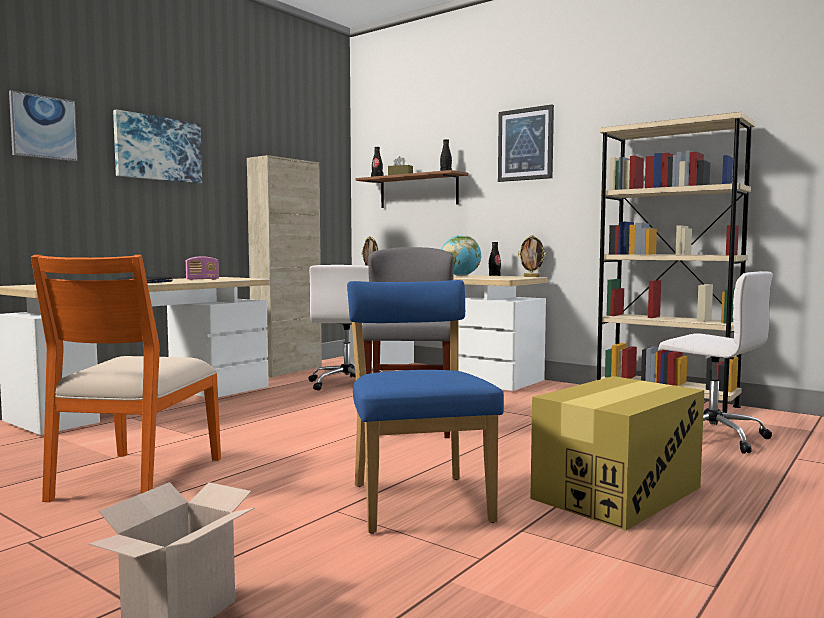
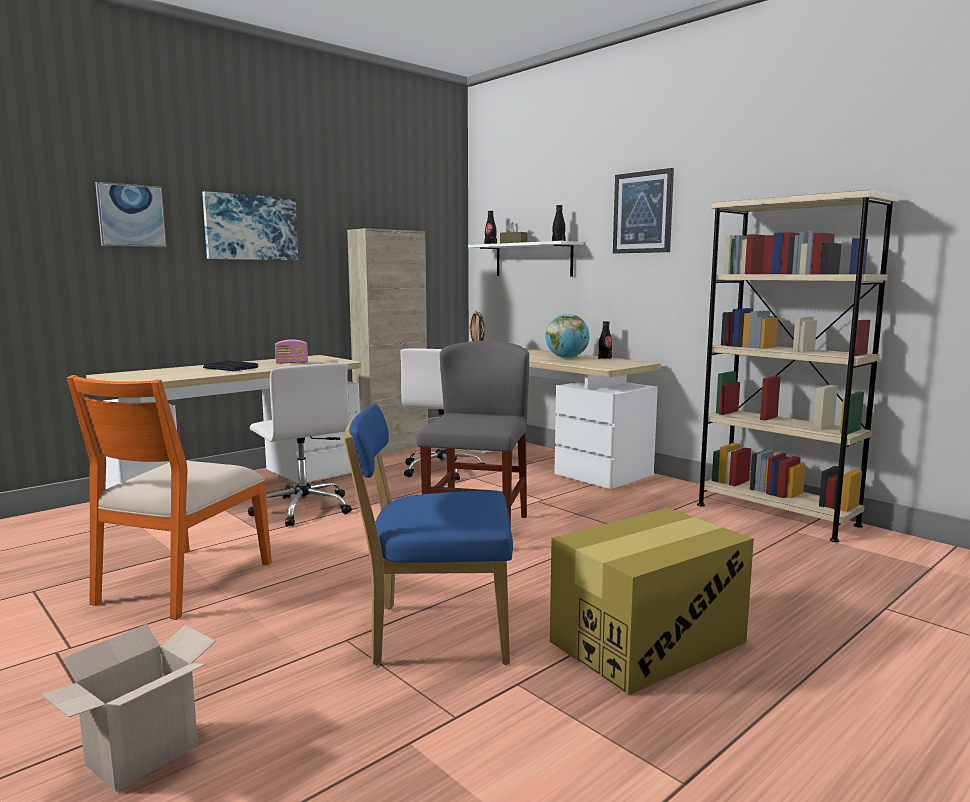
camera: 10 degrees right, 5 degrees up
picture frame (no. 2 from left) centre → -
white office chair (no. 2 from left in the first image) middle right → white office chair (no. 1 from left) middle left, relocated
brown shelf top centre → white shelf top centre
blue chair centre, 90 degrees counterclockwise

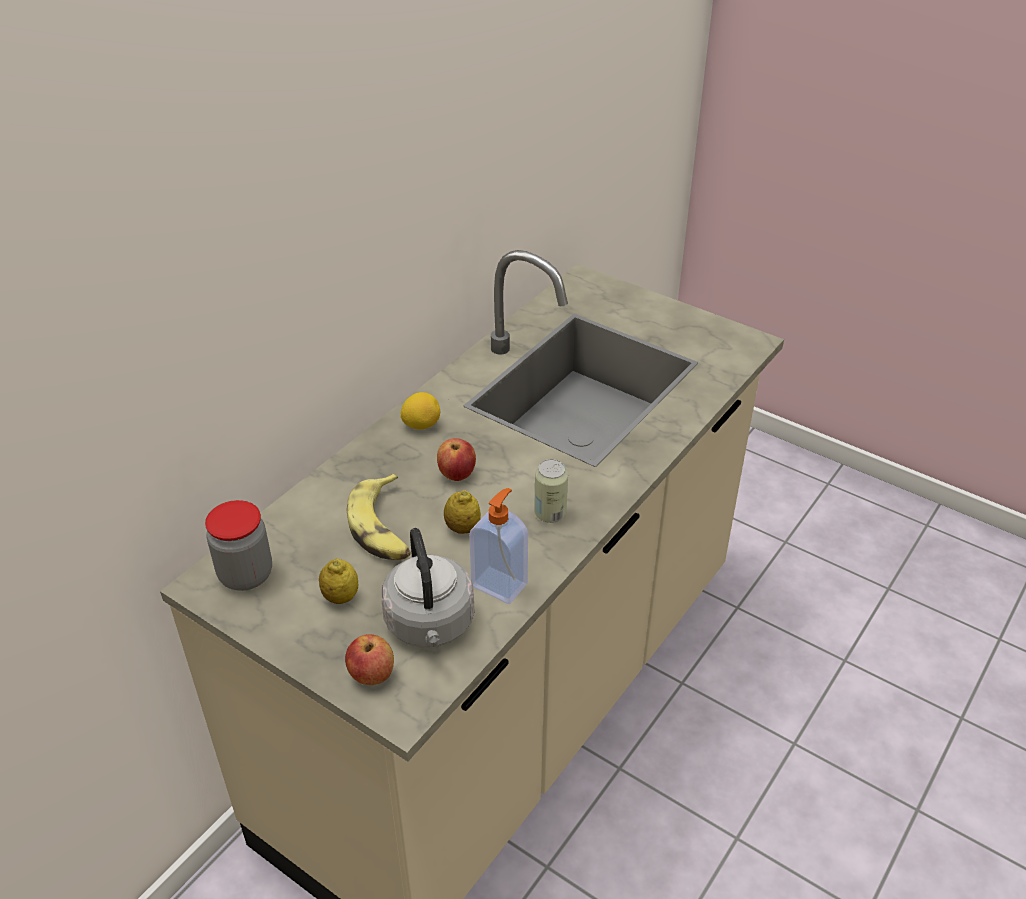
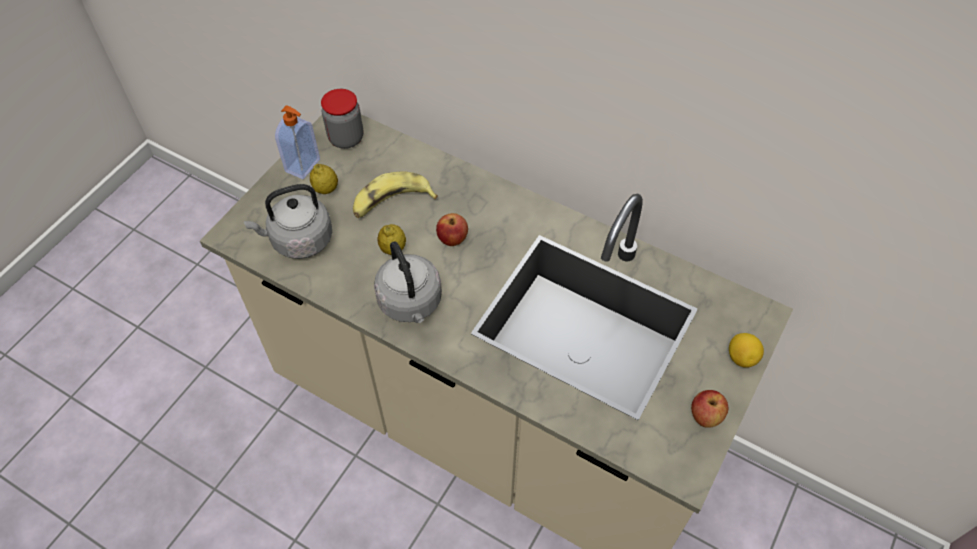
camera: 85 degrees right, 15 degrees up
apple (no. 1 from left in the first image) bottom centre → apple (no. 2 from left) bottom right, relocated
lemon (no. 2 from left in the first image) centre → lemon (no. 3 from left) middle right, relocated
soap dispenser centre → soap dispenser top left, relocated
can centre → grey kettle (no. 2 from left) centre

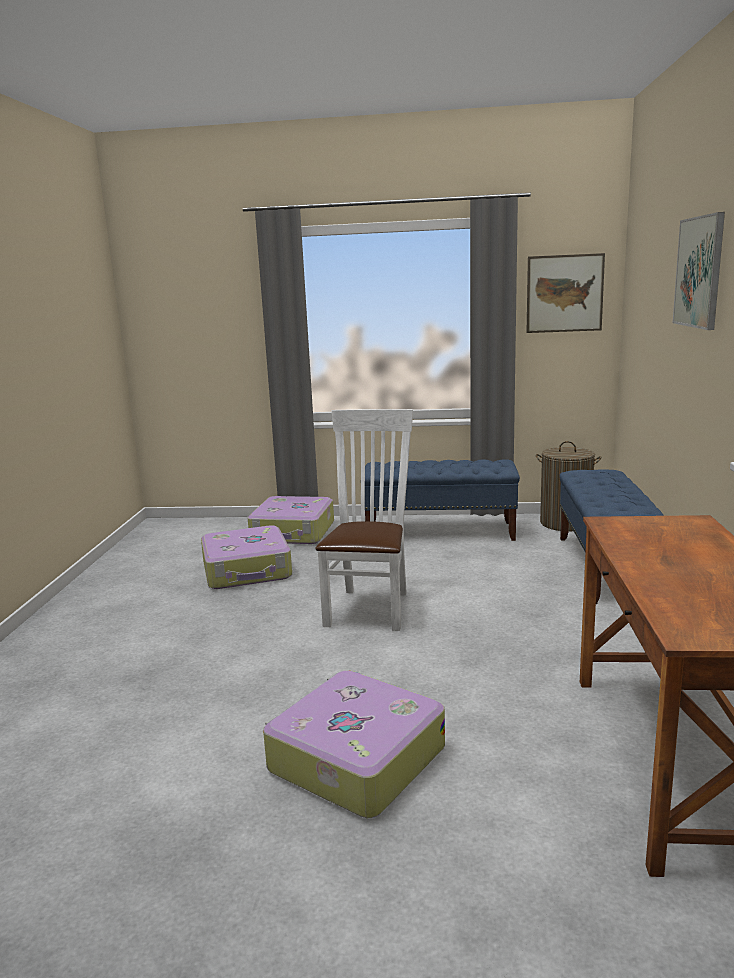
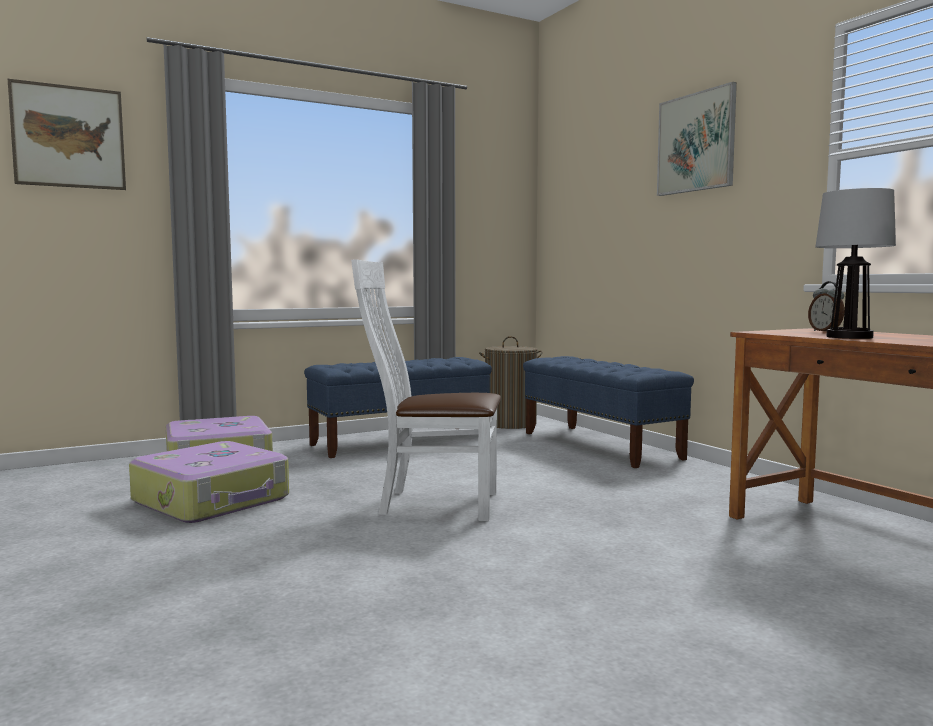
camera: 35 degrees left, 10 degrees down
suitcase (no. 3 from left) bottom centre → -
- → alarm clock middle right
- → table lamp middle right
picture (no. 1 from left) top right → picture (no. 1 from left) top left, relocated
white chair centre, 60 degrees counterclockwise

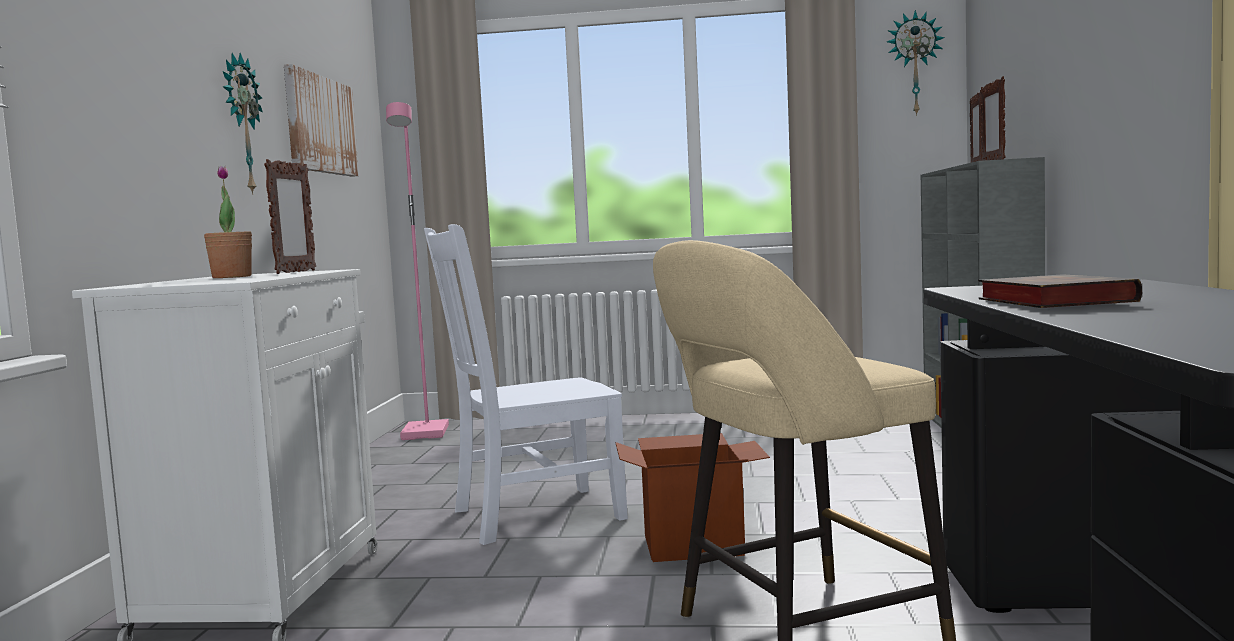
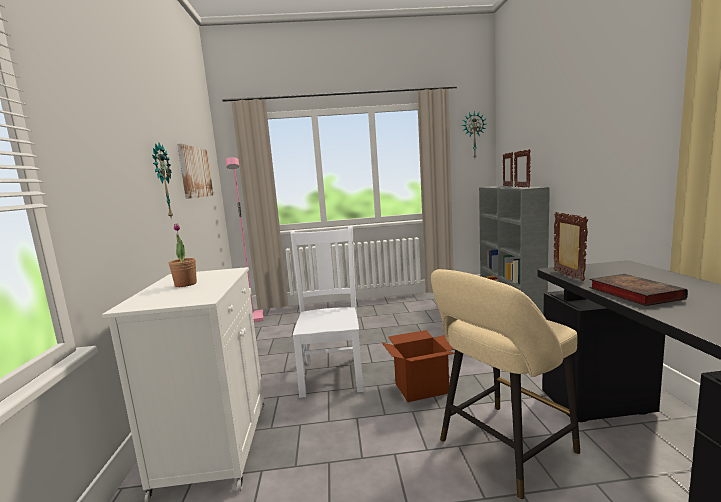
camera: 10 degrees left, 5 degrees up
picture frame (no. 1 from left in the first image) middle left → picture frame (no. 3 from left) middle right, relocated
white chair centre, 120 degrees clockwise

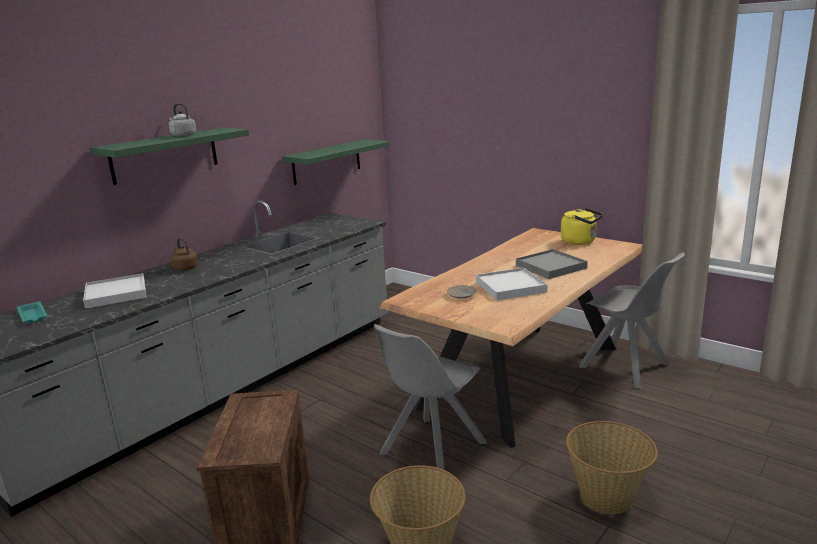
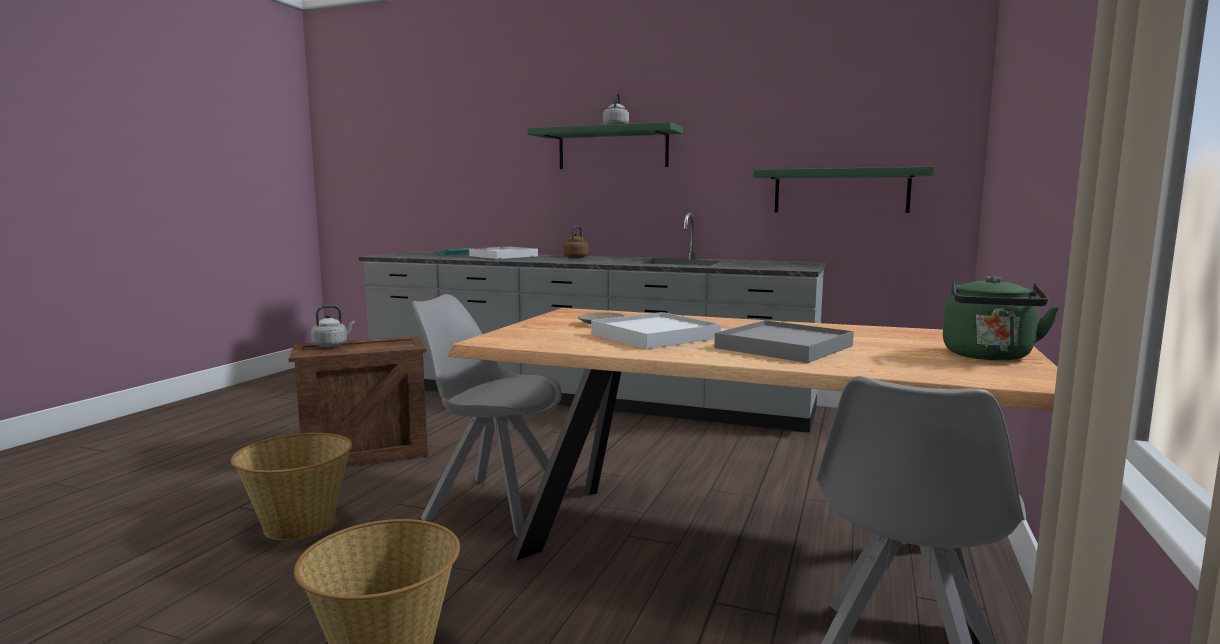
camera: 70 degrees right, 10 degrees down
- → grey kettle (no. 1 from left) middle left
yellow kettle middle right → green kettle middle right

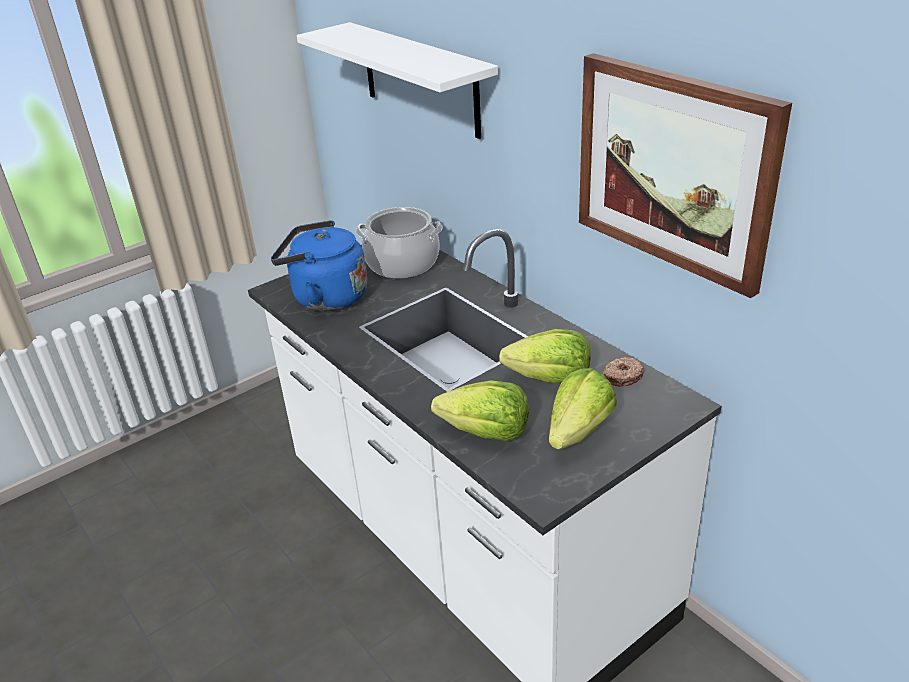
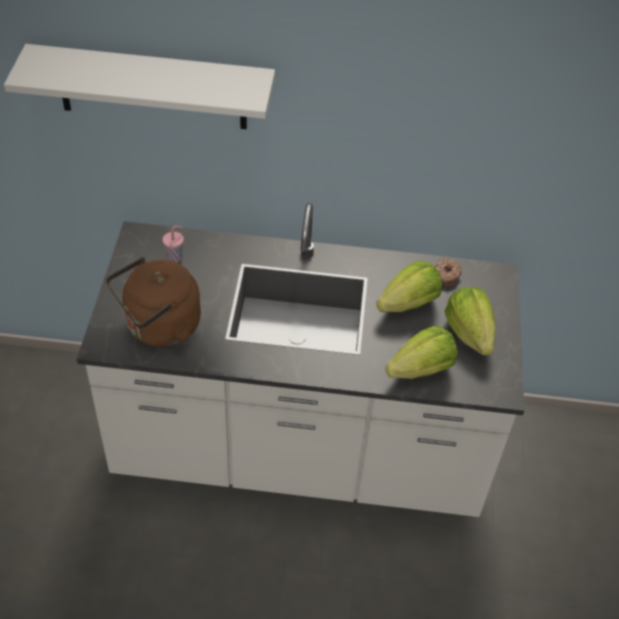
camera: 50 degrees left, 15 degrees up
picture top right → -
cooking pot centre → pink cup middle left
blue kettle centre → brown kettle middle left

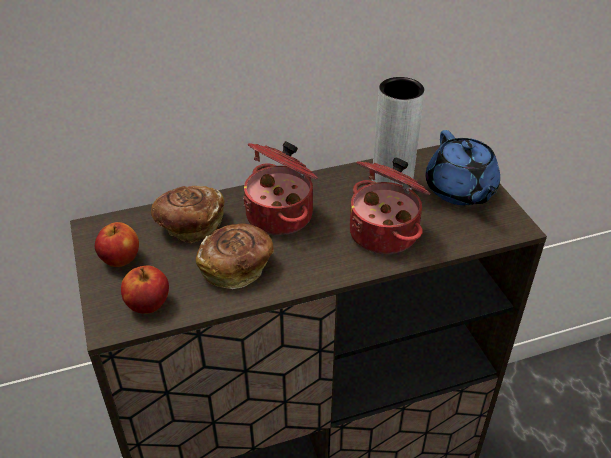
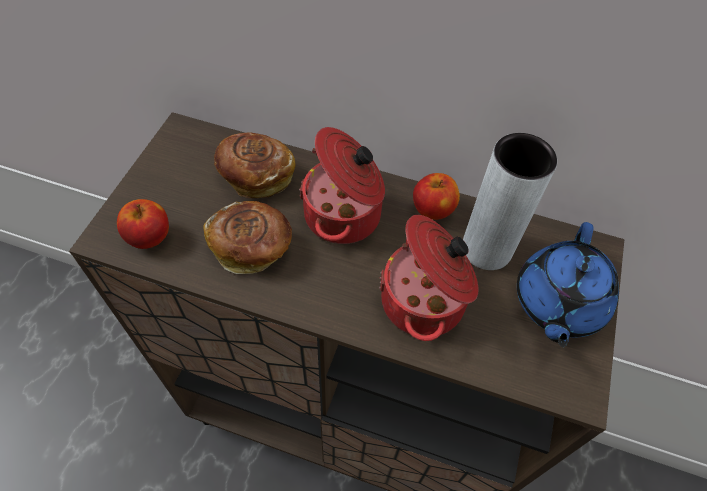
camera: 35 degrees right, 15 degrees up
apple (no. 1 from left in the first image) middle left → apple (no. 2 from left) centre, relocated

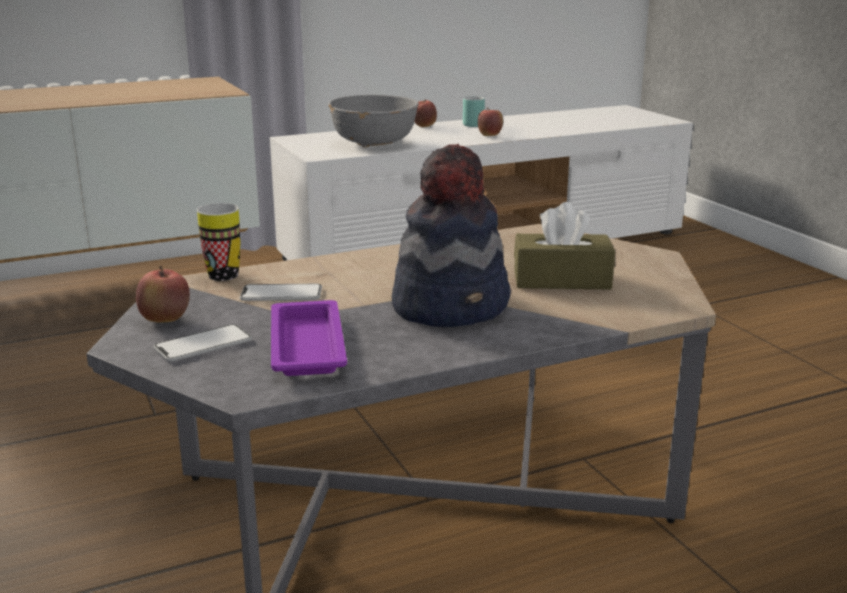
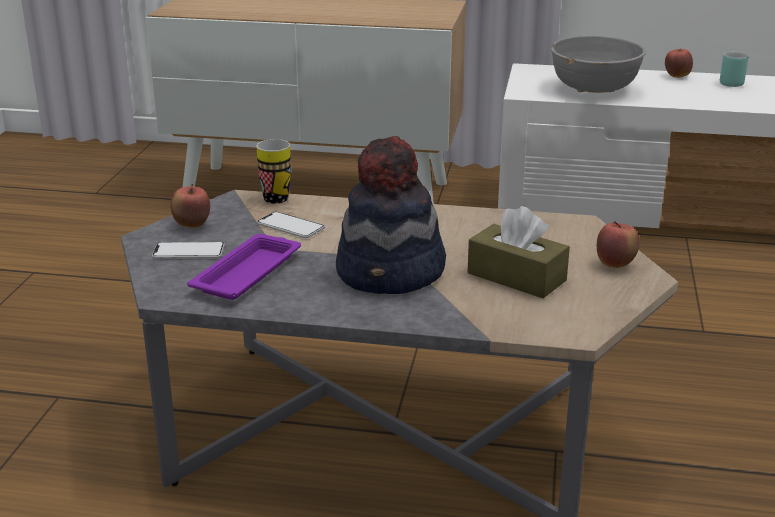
camera: 35 degrees right, 5 degrees up
apple (no. 3 from left in the first image) top centre → apple (no. 2 from left) middle right, relocated

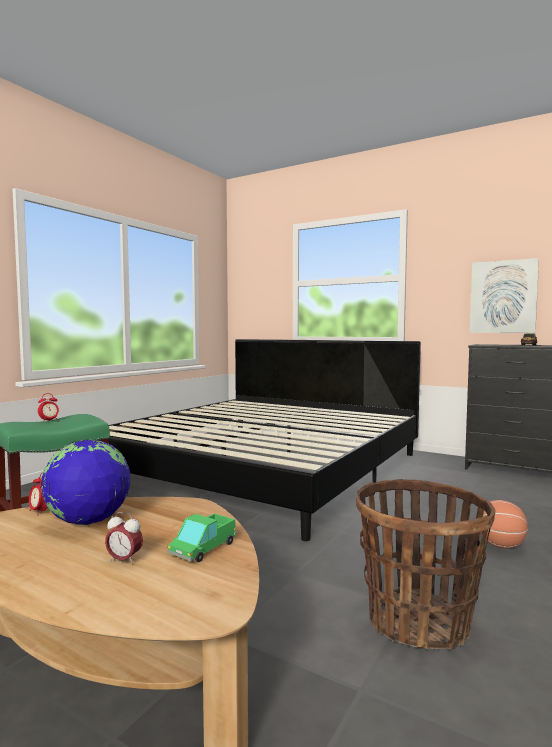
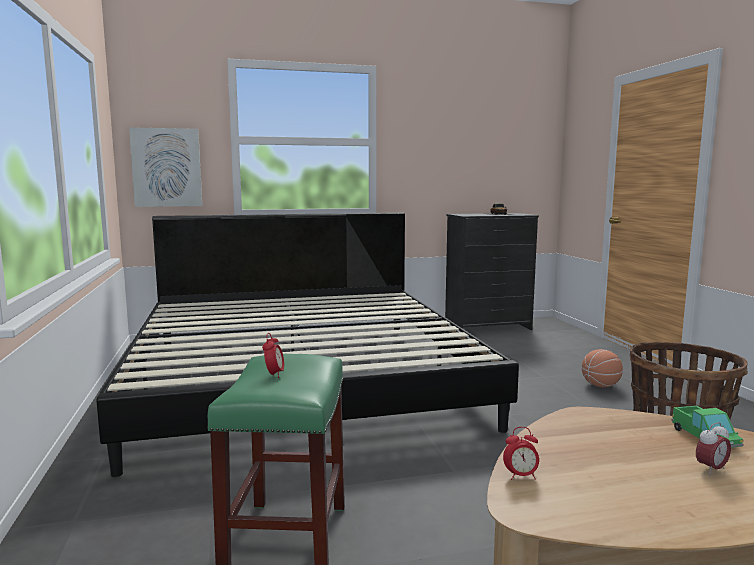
camera: 45 degrees left, 5 degrees up
globe middle left → -
picture middle right → picture top left, relocated

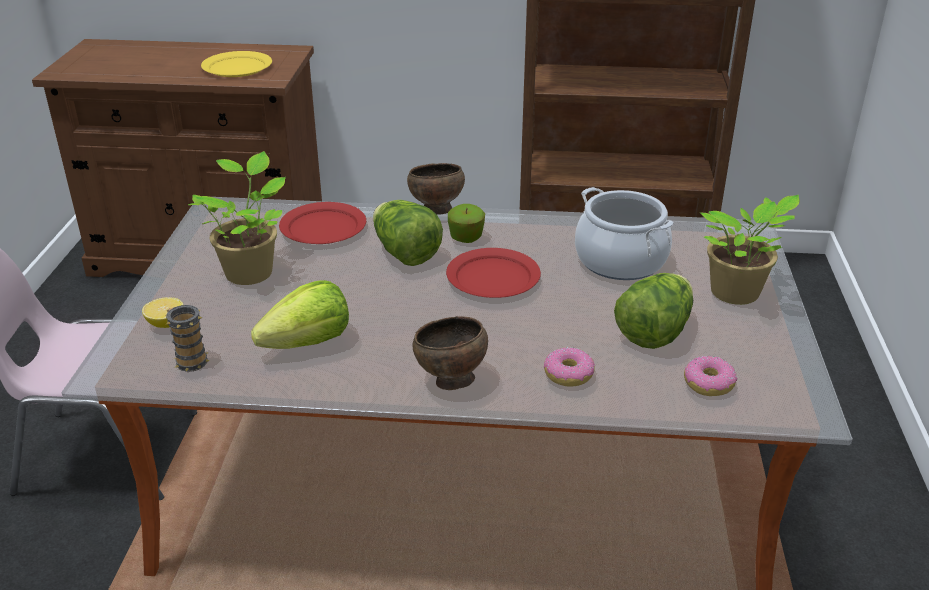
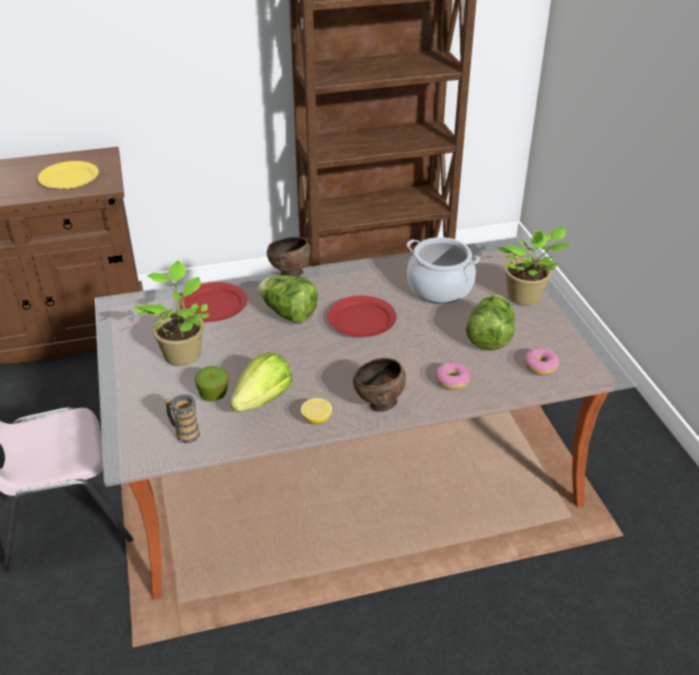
camera: 20 degrees left, 5 degrees up
lemon middle left → lemon centre, relocated
apple centre → apple middle left, relocated

